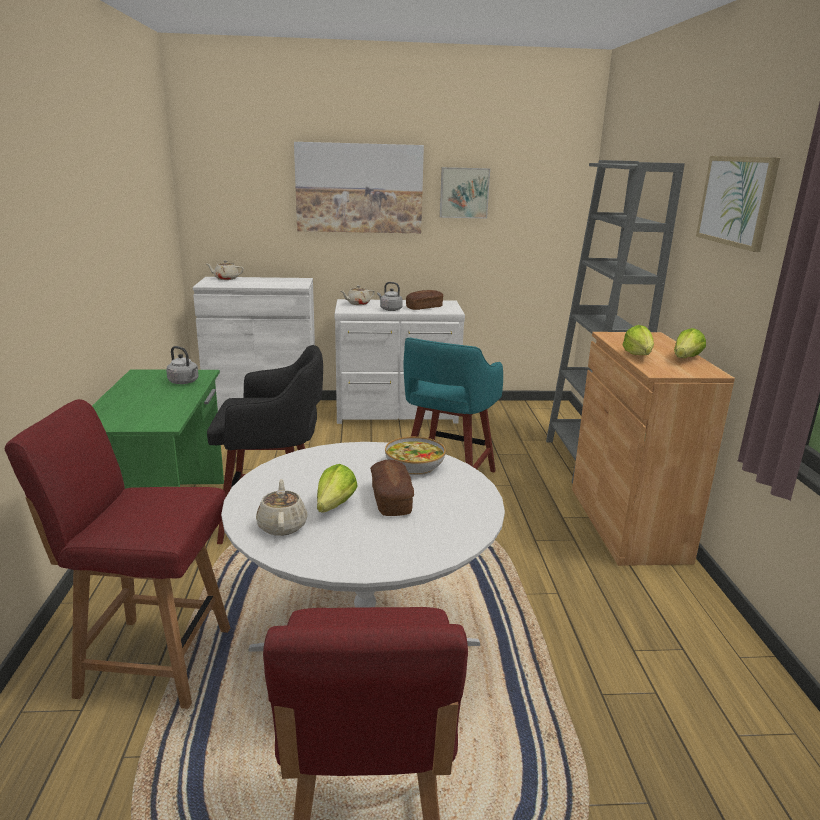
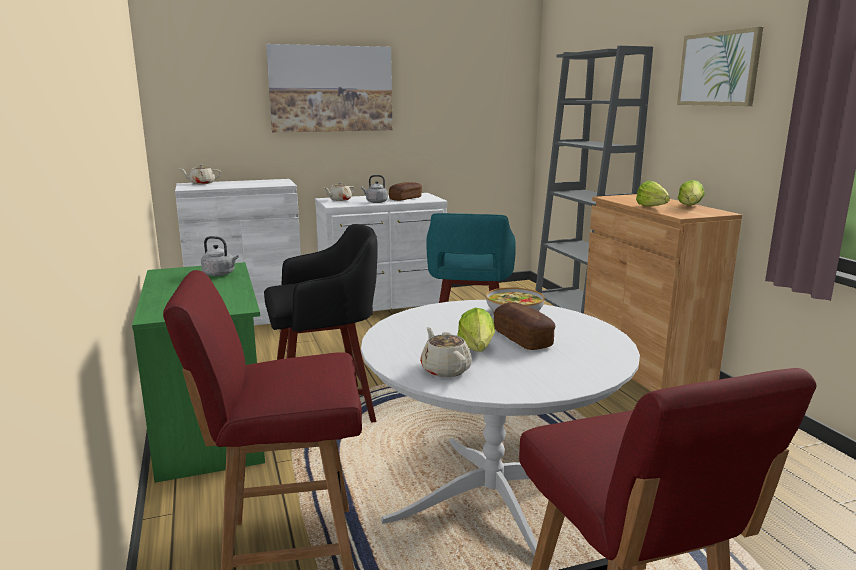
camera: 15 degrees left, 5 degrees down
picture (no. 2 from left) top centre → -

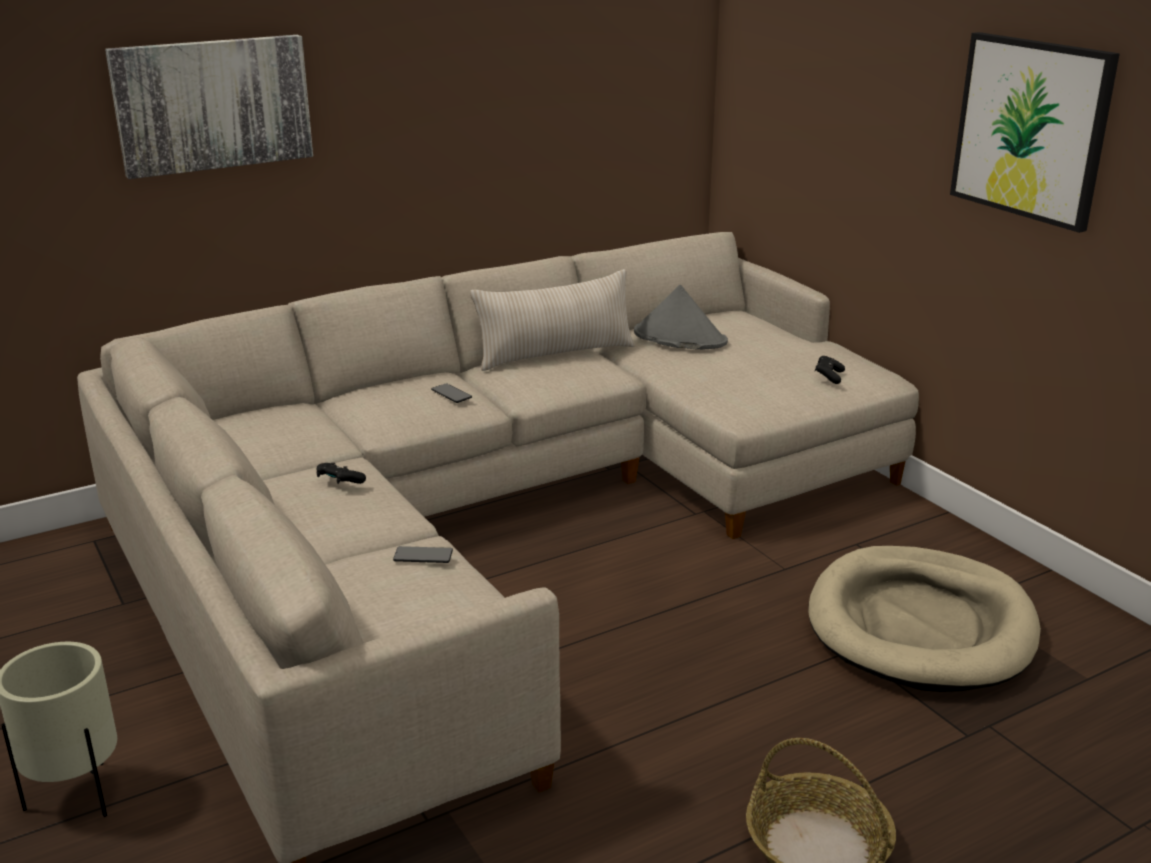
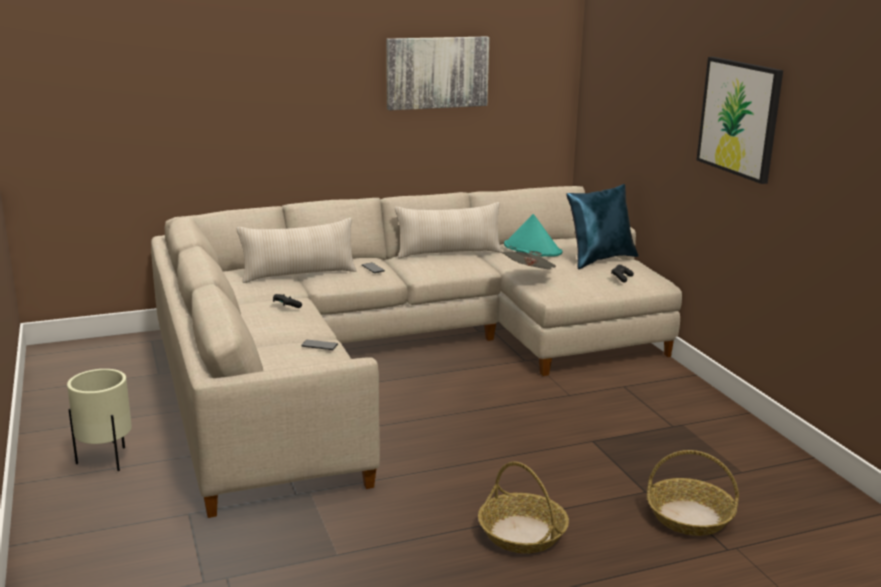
camera: 10 degrees right, 5 degrees down
beige dog bed bottom right → -
- → beige pillow (no. 1 from left) centre
- → newspaper centre
- → blue pillow middle right
- → basket (no. 2 from left) bottom right
picture (no. 1 from left) top left → picture (no. 1 from left) top centre, relocated
grey hat centre → turquoise hat centre

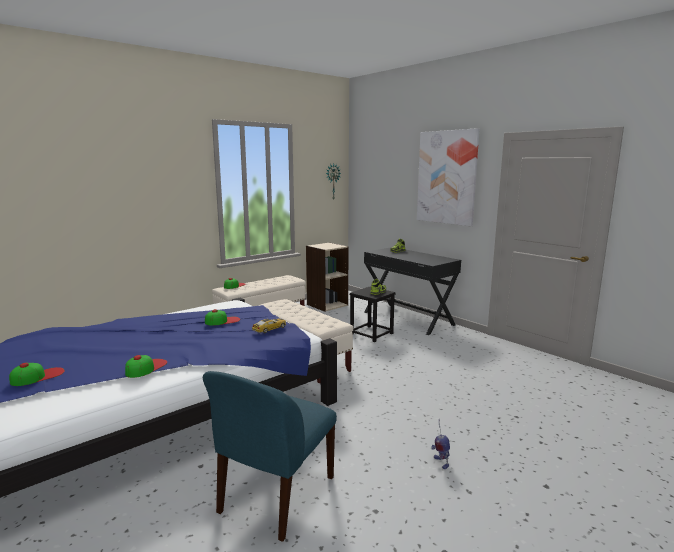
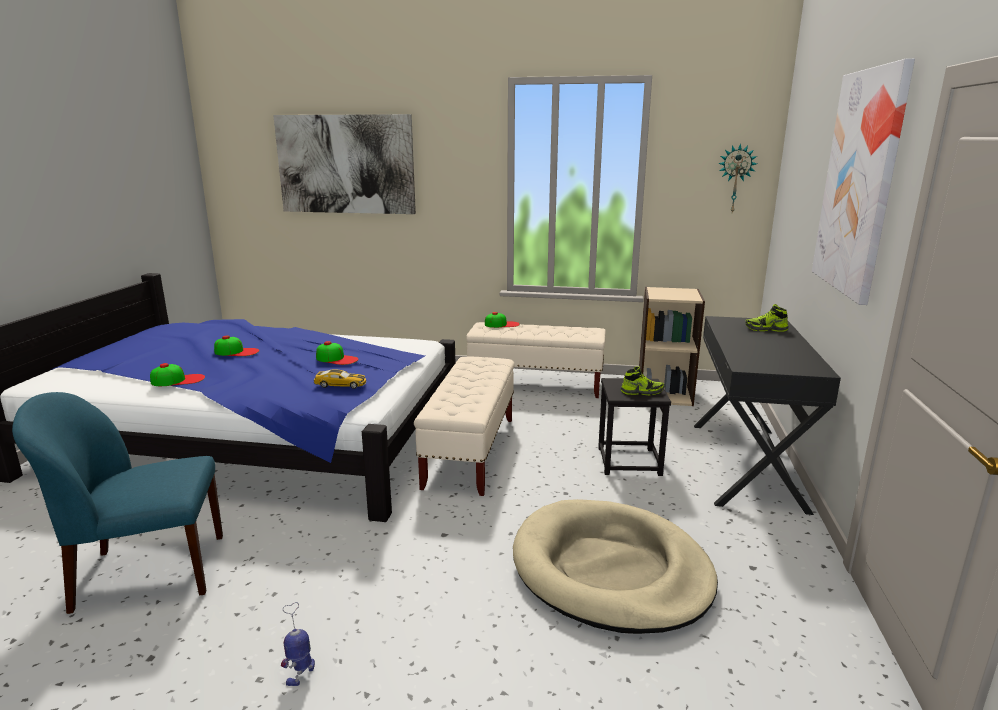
camera: 50 degrees right, 5 degrees up
- → picture (no. 1 from left) top centre
- → beige dog bed bottom centre
cap (no. 1 from left in the first image) bottom left → cap (no. 2 from left) middle left, relocated

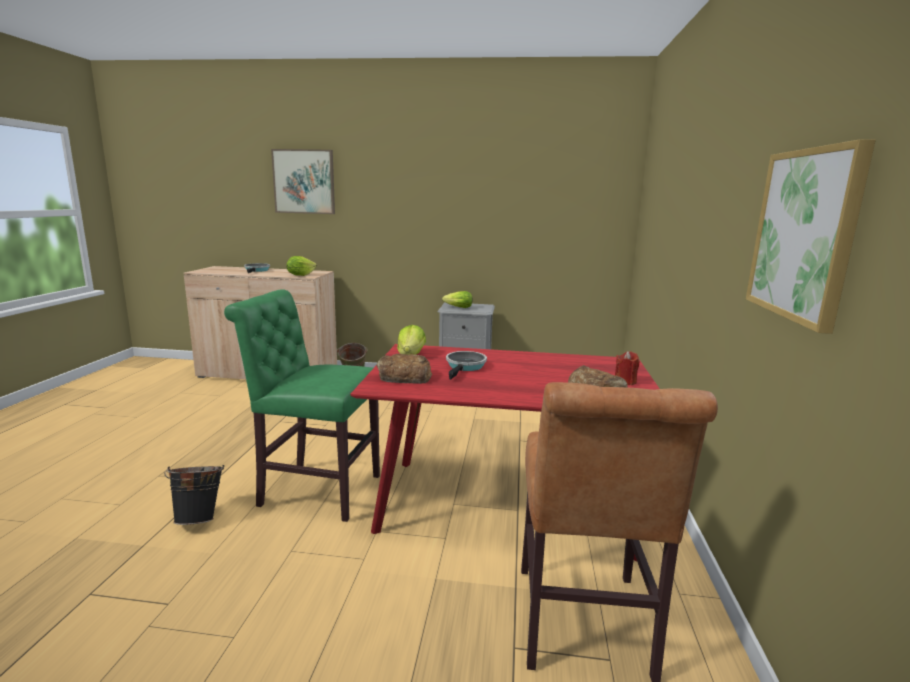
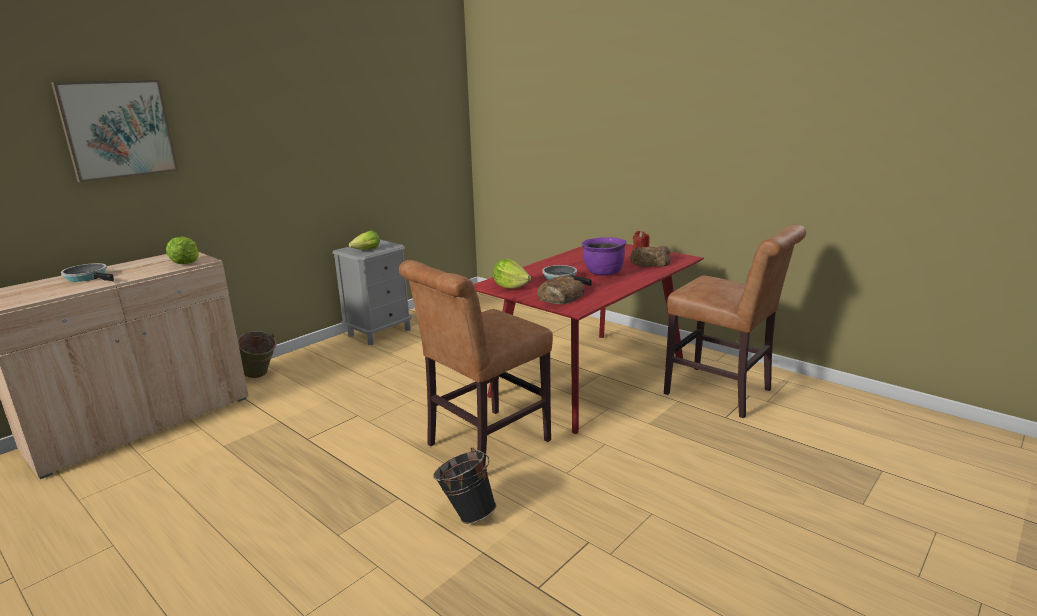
camera: 55 degrees left, 5 degrees up
picture (no. 2 from left) middle right → -
- → purple cooking pot centre
green chair middle left → brown chair (no. 1 from left) centre

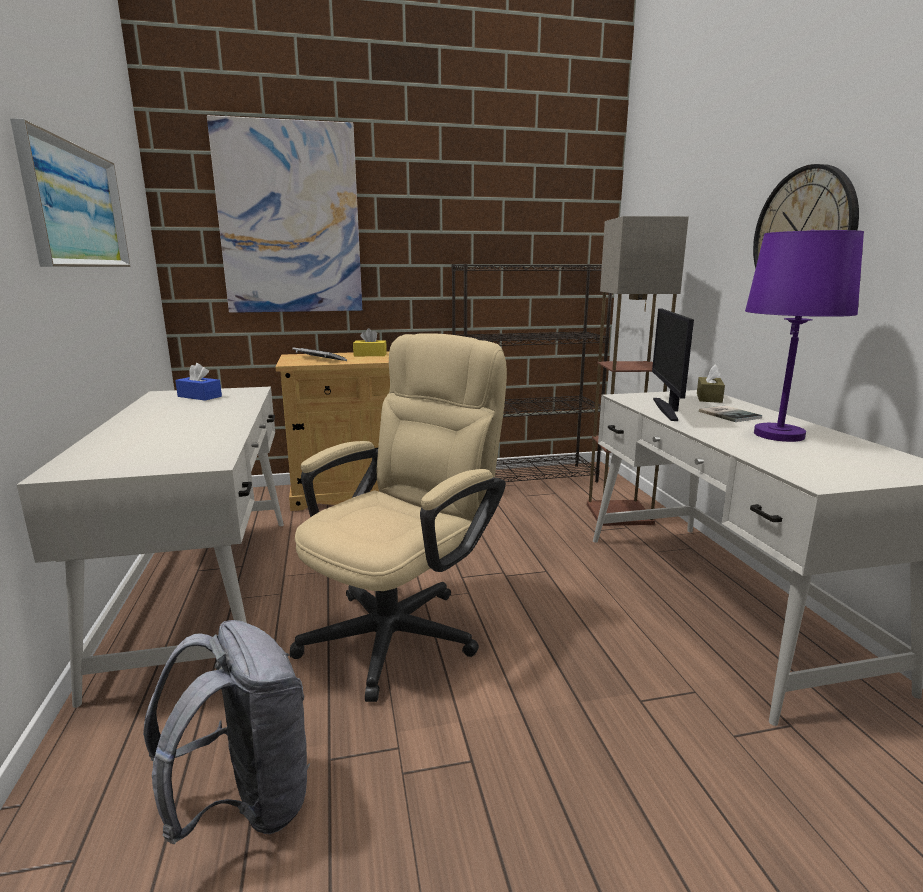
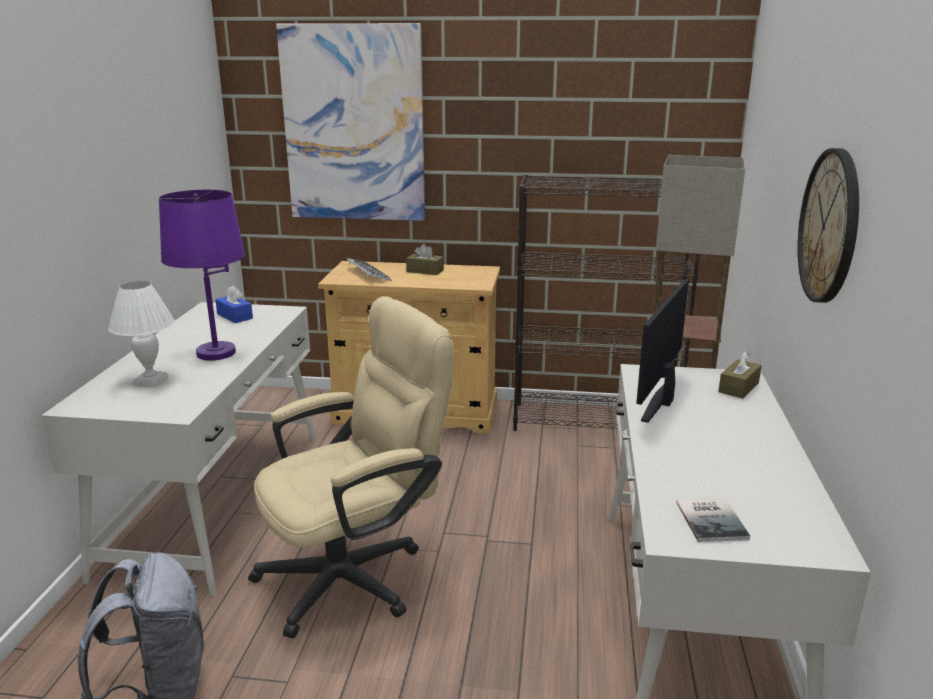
camera: 20 degrees right, 5 degrees up
picture (no. 1 from left) top left → -
- → white table lamp middle left
book middle right → book bottom right, relocated
purple table lamp middle right → purple table lamp middle left, relocated
yellow tissue box centre → brown tissue box (no. 1 from left) centre

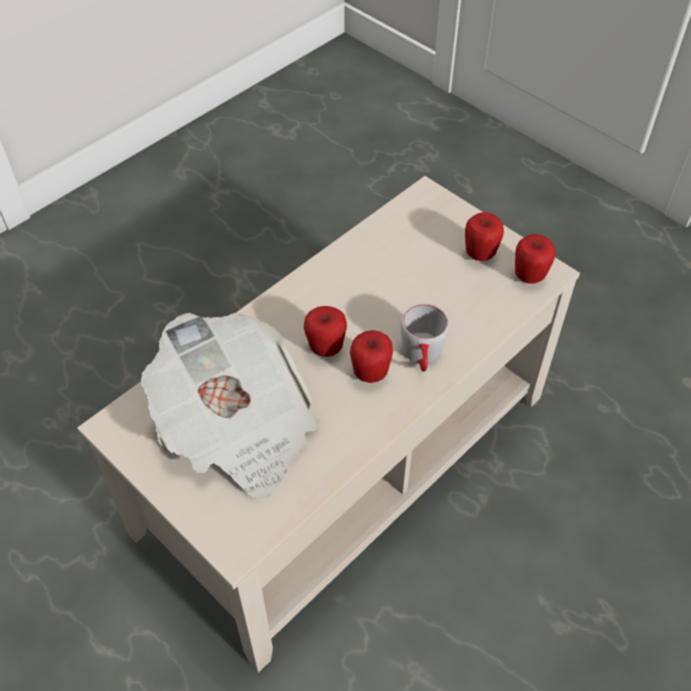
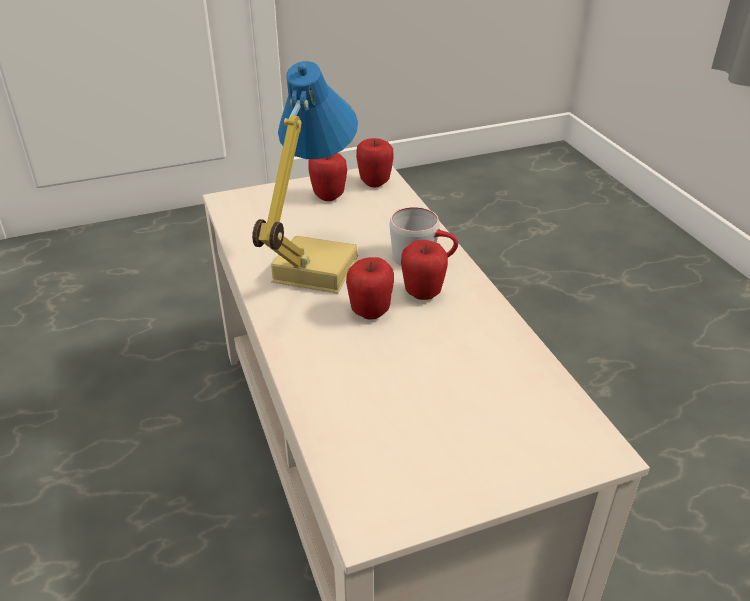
camera: 65 degrees left, 15 degrees down
newspaper middle left → -
- → table lamp top centre

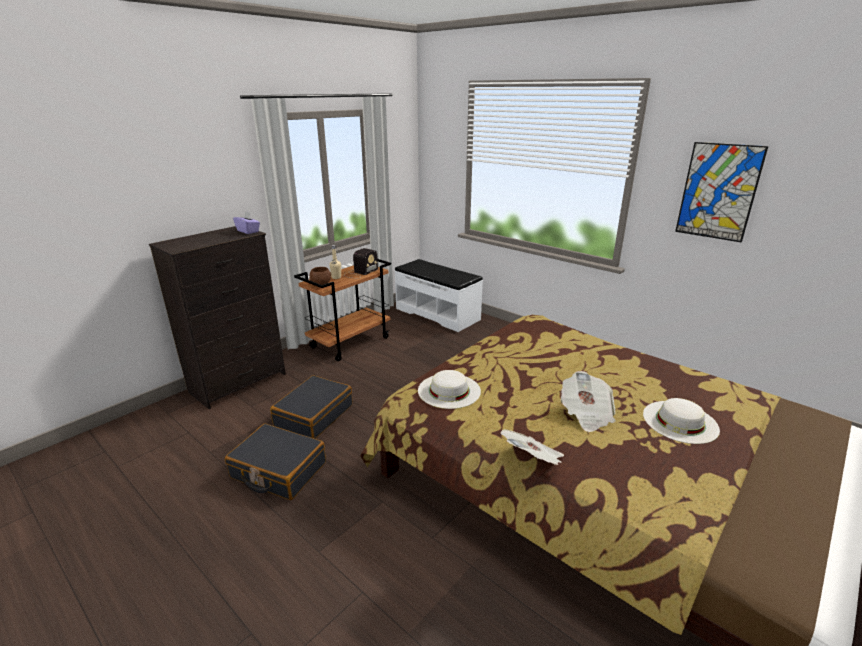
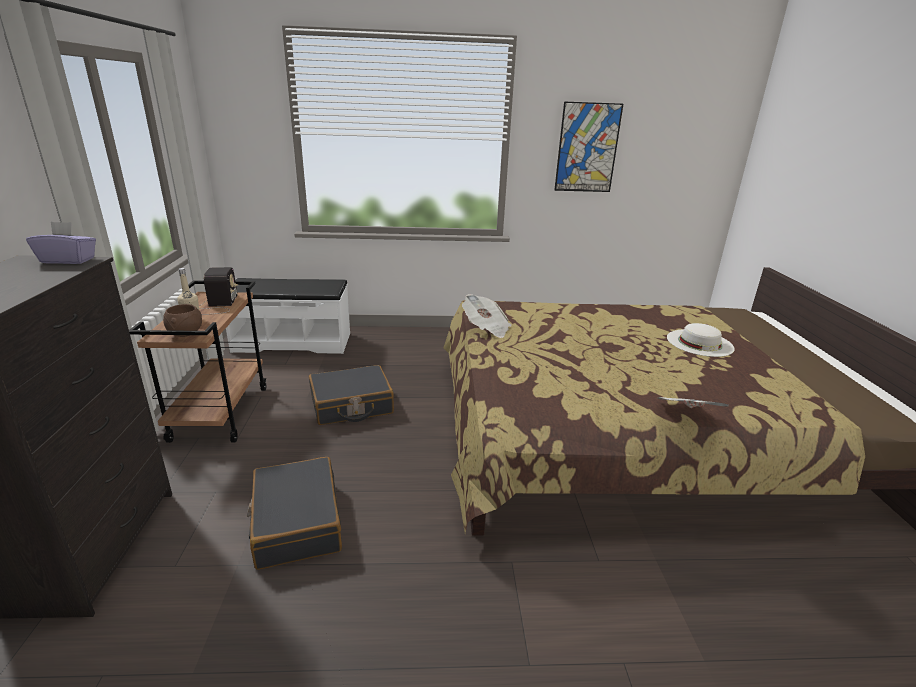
camera: 45 degrees left, 0 degrees up
white hat (no. 1 from left) centre → -
black suitcase (no. 1 from left in the first image) bottom left → black suitcase (no. 2 from left) centre, relocated
newspaper (no. 2 from left in the first image) middle right → newspaper (no. 1 from left) centre, relocated

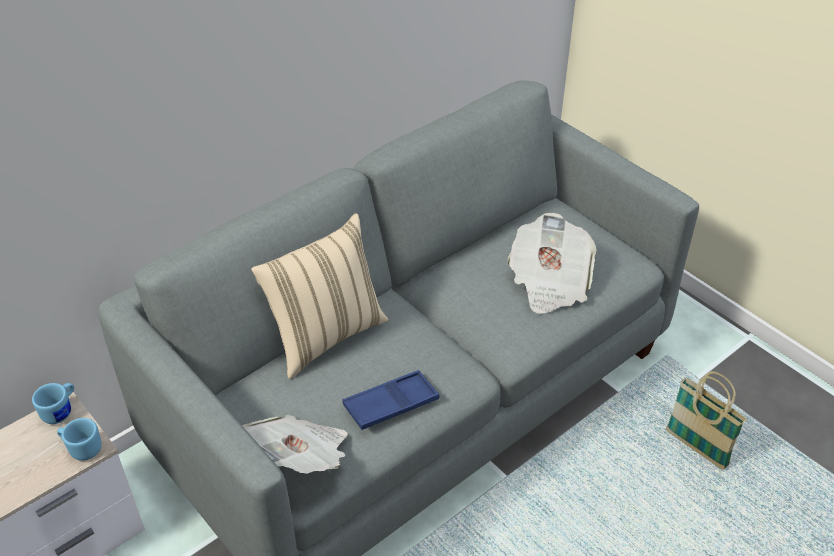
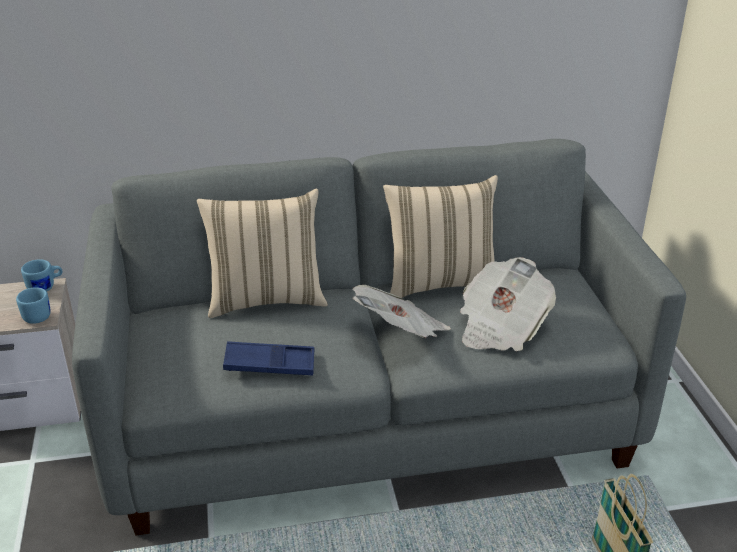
camera: 30 degrees right, 10 degrees down
- → beige pillow (no. 2 from left) centre
newspaper (no. 1 from left) bottom centre → newspaper (no. 1 from left) centre, relocated

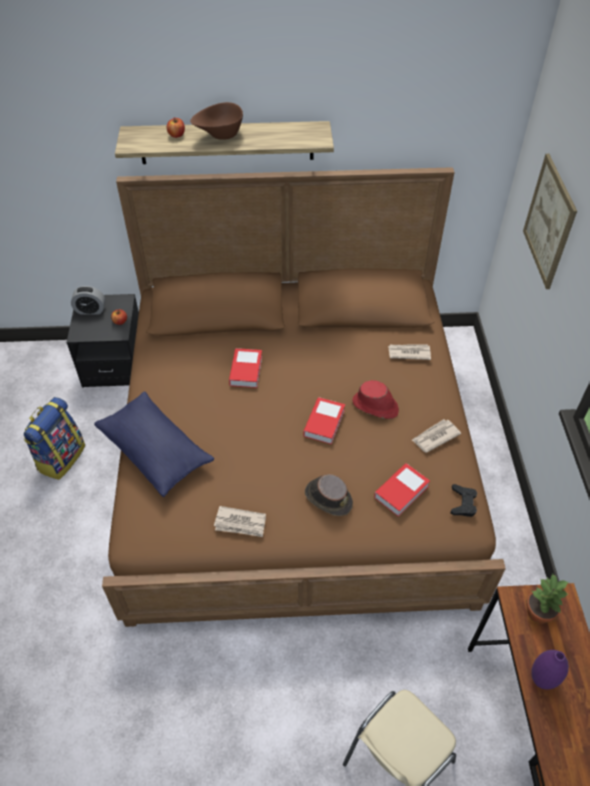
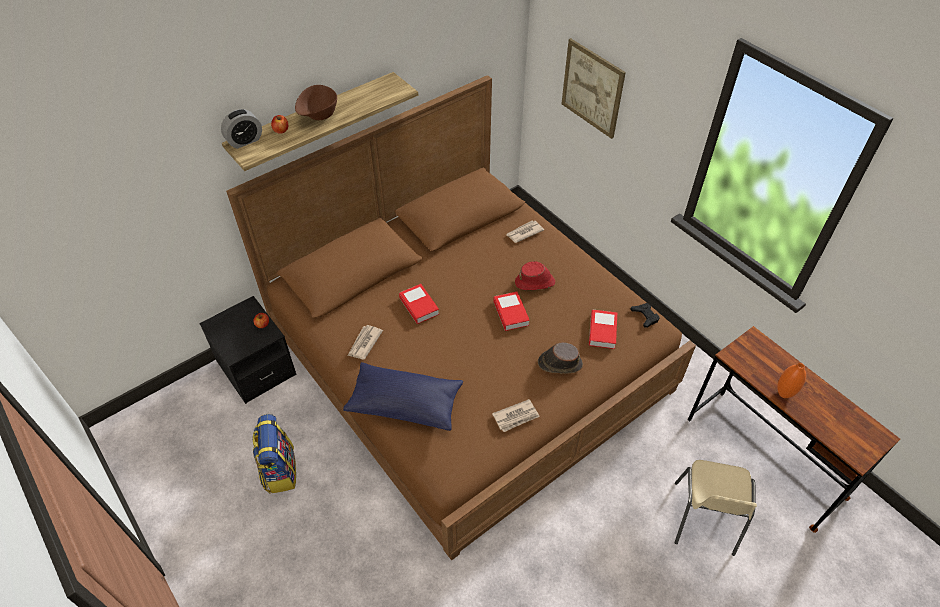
camera: 35 degrees left, 0 degrees up
potted plant bottom right → -
alarm clock middle left → alarm clock top left, relocated
newspaper (no. 3 from left in the first image) middle right → newspaper (no. 1 from left) centre, relocated
purple vase bottom right → orange vase middle right

